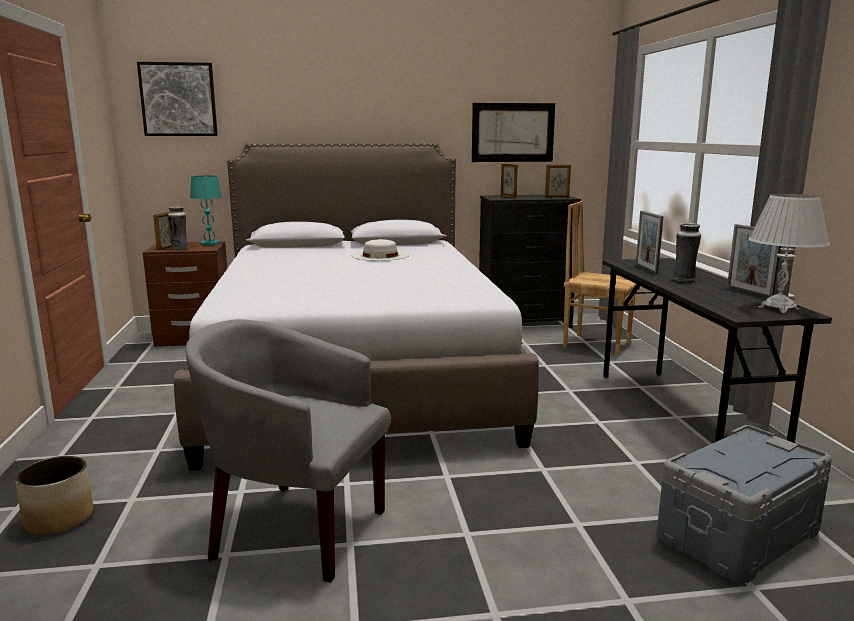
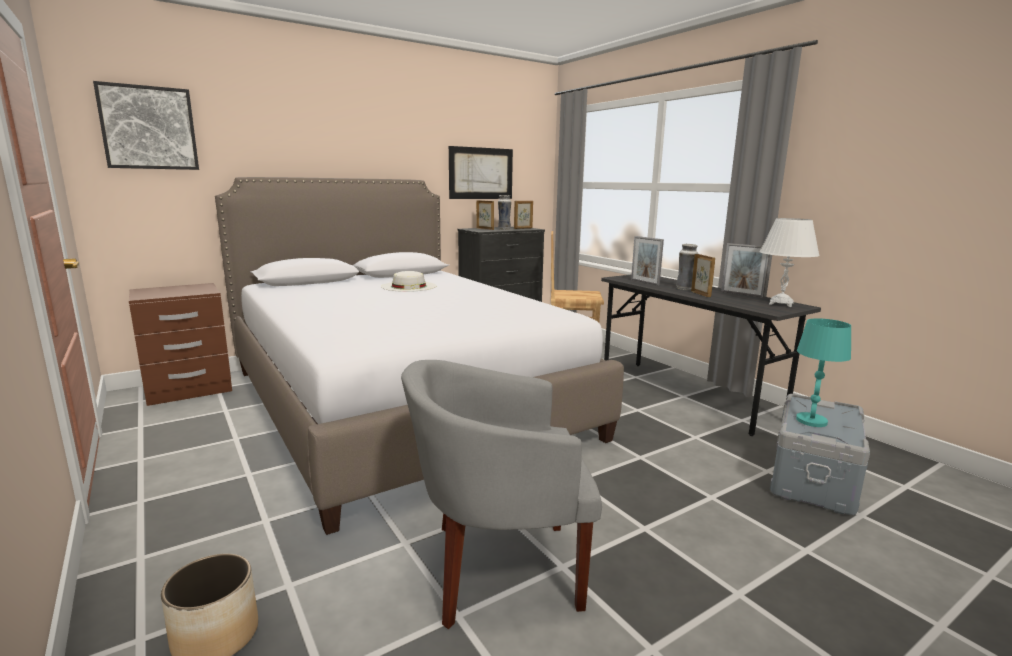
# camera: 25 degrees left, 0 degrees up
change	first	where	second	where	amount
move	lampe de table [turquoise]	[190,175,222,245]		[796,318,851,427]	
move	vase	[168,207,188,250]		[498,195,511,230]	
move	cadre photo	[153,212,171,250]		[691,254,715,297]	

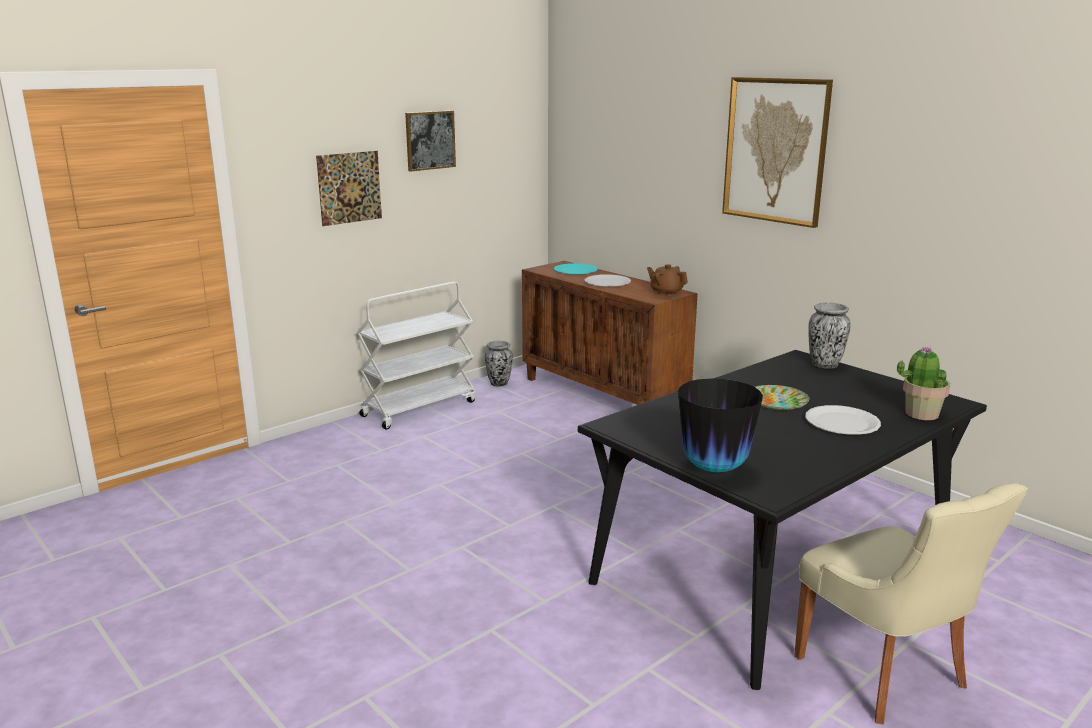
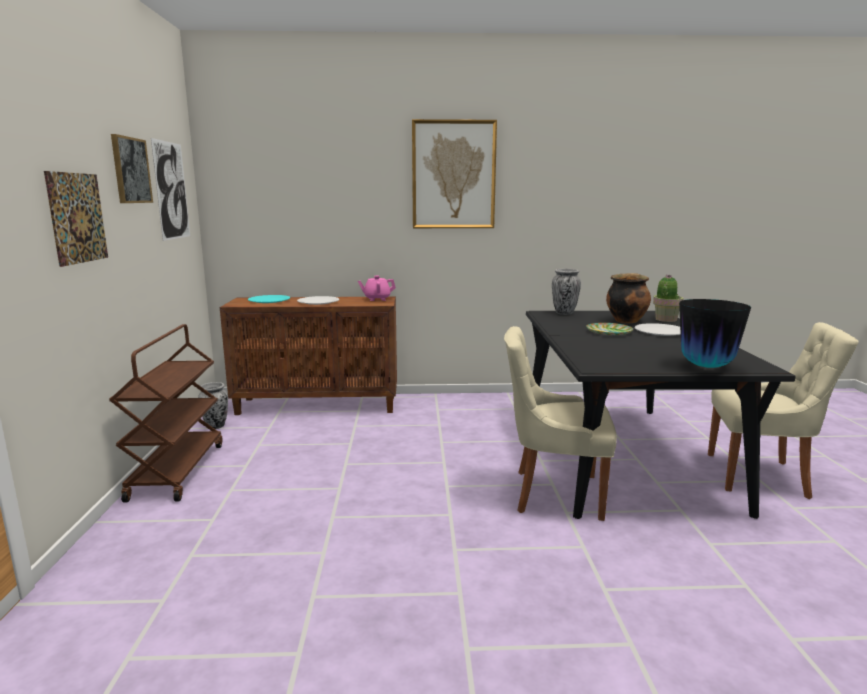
# camera: 50 degrees left, 5 degrees down
change	first	where	second	where	amount
recolor	théière [marron]	[647,264,688,296]	théière [rose]	[358,276,396,301]	
recolor	chariot [blanc]	[357,282,476,430]	chariot [marron]	[109,324,222,503]	
insert			tableau	[151,138,190,241]	
insert			marmite	[606,273,651,323]	
insert			chaise [beige]	[504,326,617,521]	

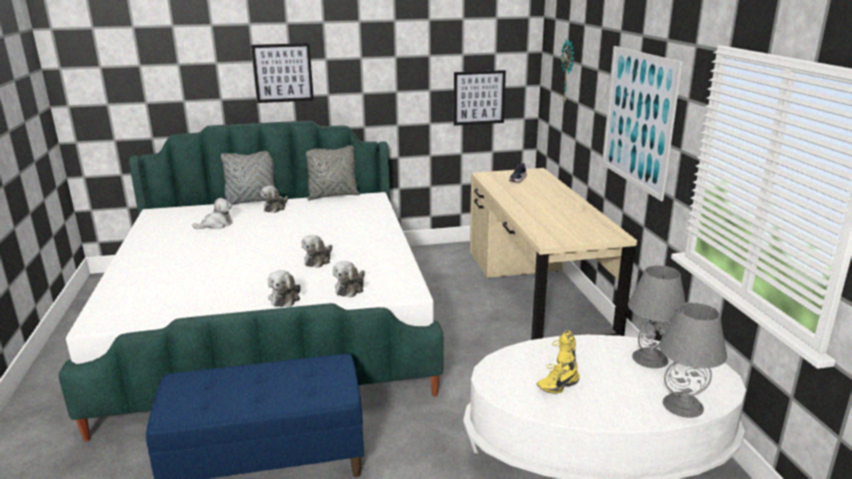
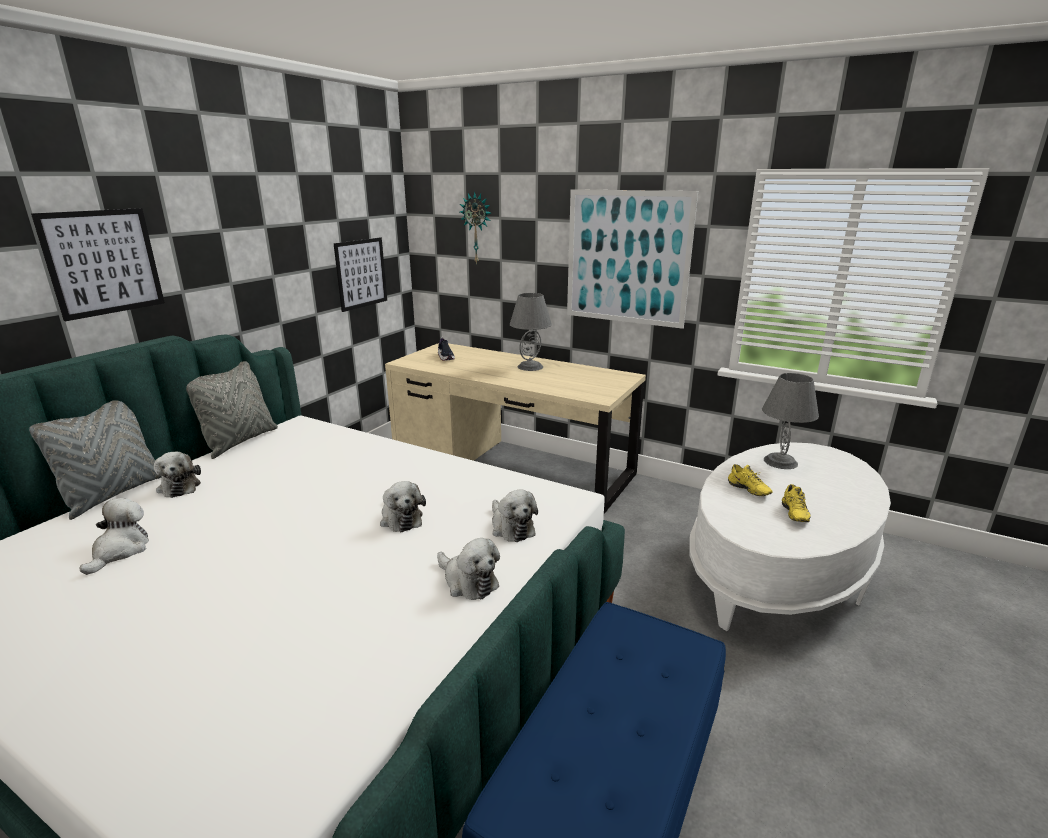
# camera: 50 degrees left, 0 degrees up
change	first	where	second	where	amount
move	lampe de table [gris]	[659,302,727,418]		[509,293,552,371]	

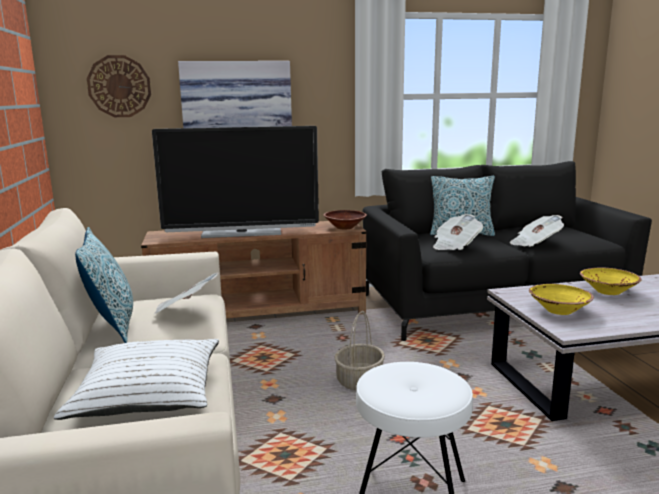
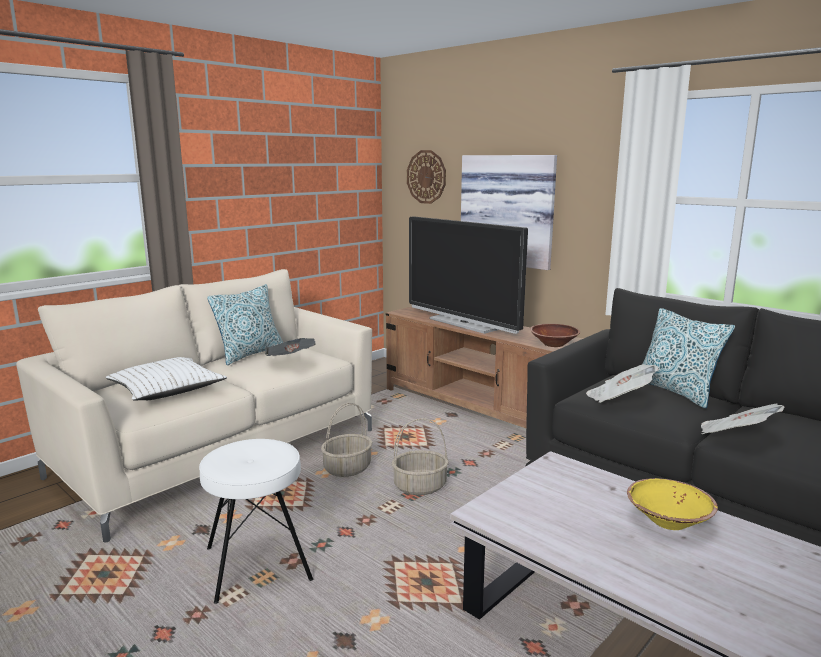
# camera: 55 degrees right, 0 degrees up
change	first	where	second	where	amount
delete	bol [jaune]	[529,284,594,315]			
insert			panier	[321,403,373,477]	

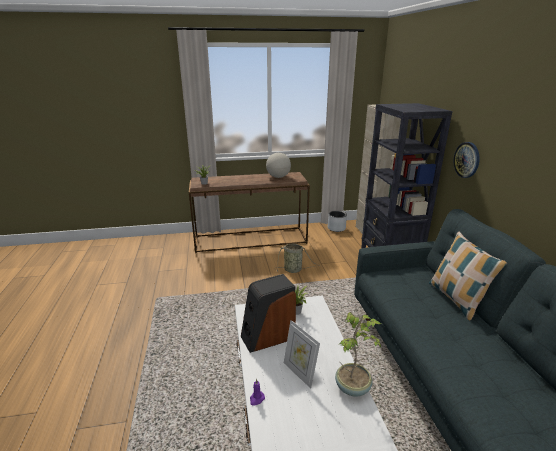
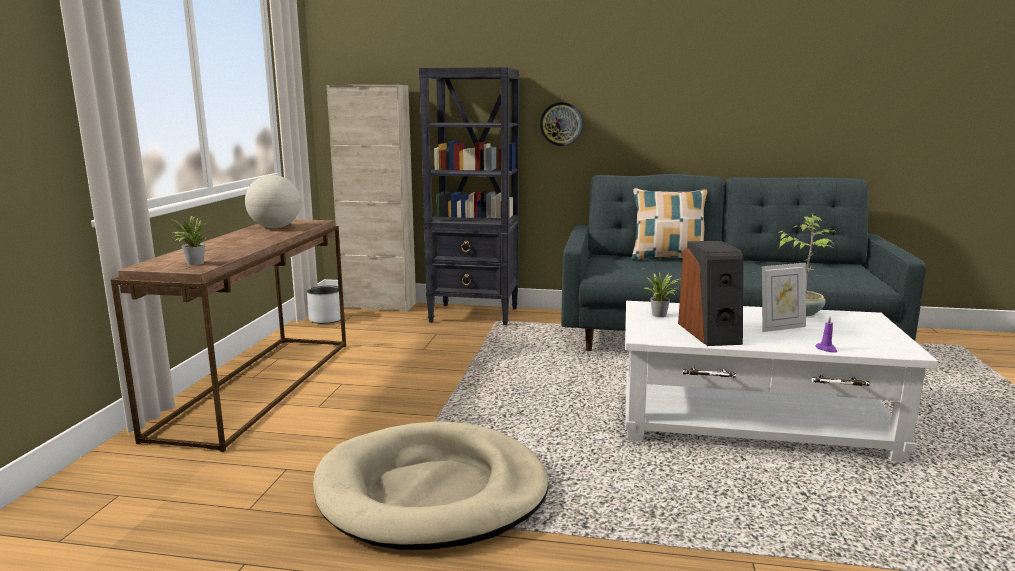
# camera: 70 degrees left, 10 degrees down
change	first	where	second	where	amount
delete	panier	[276,244,320,273]			
insert			panier pour chien [beige]	[313,421,549,550]	

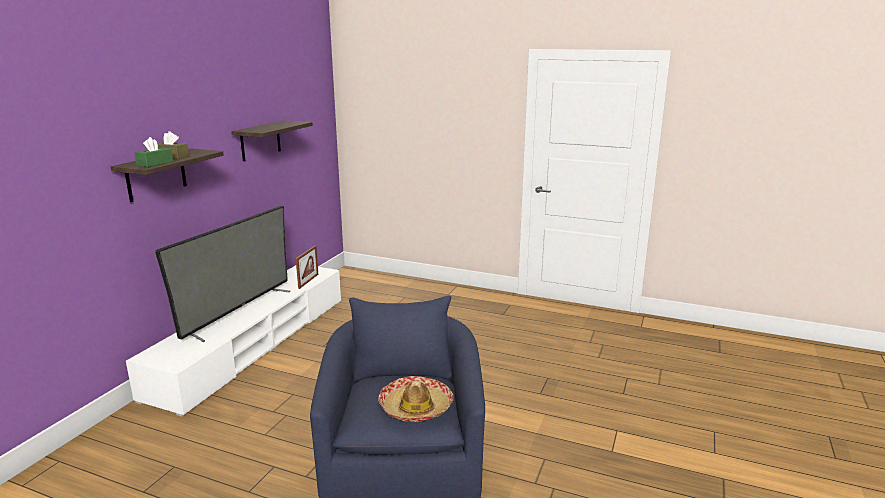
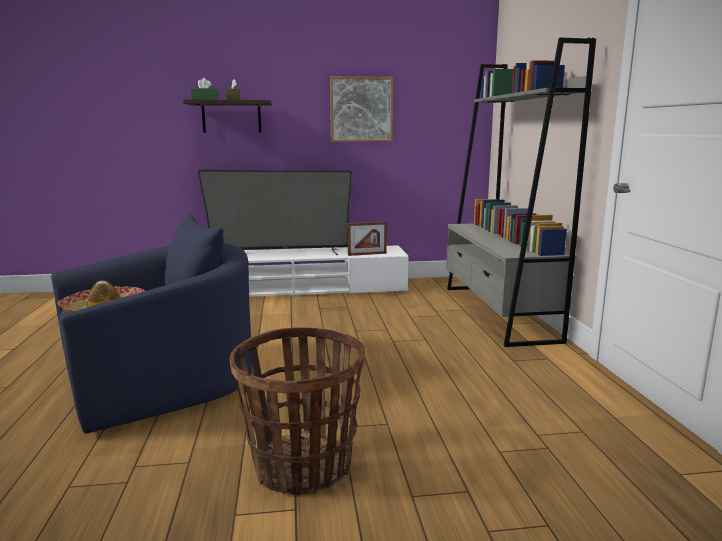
# camera: 60 degrees right, 5 degrees down
change	first	where	second	where	amount
replace	étagère	[231,120,313,161]	tableau	[330,76,393,142]	
insert			bibliothèque [gris]	[446,37,596,347]	
insert			panier	[229,327,366,495]	

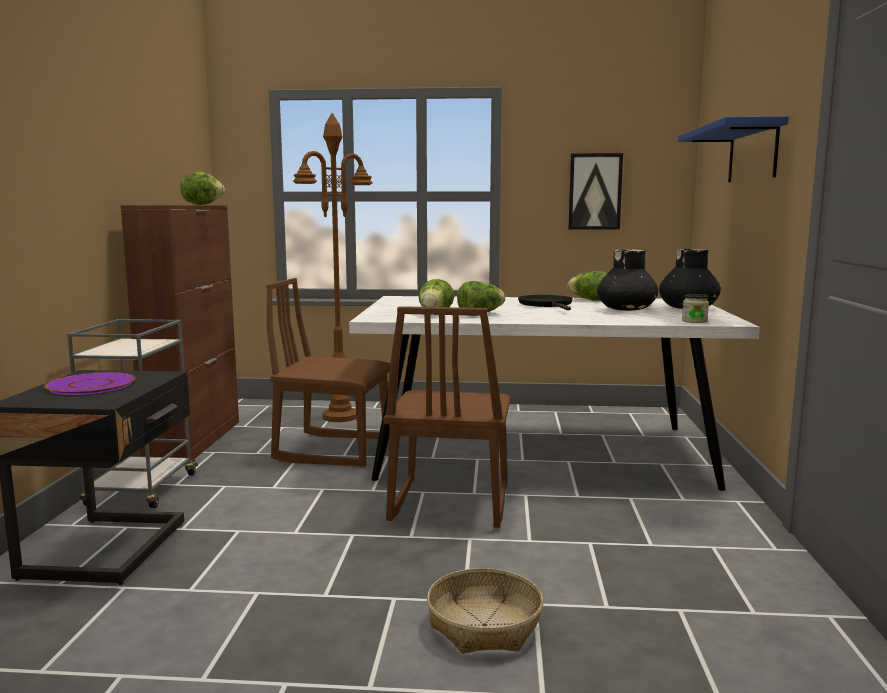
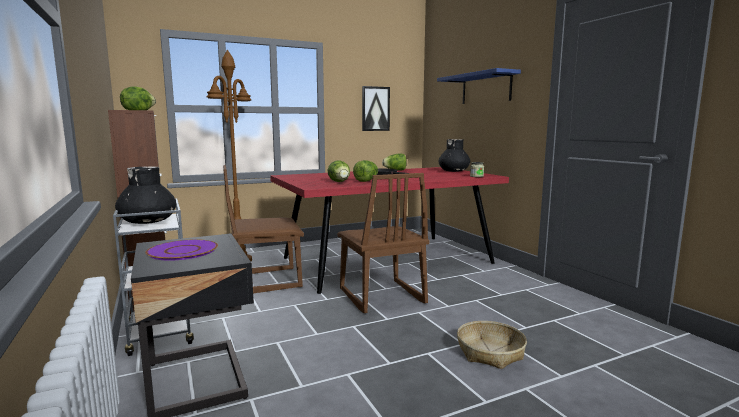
# camera: 30 degrees left, 0 degrees up
change	first	where	second	where	amount
move	vase [noir]	[597,249,658,311]		[115,166,176,224]	
recolor	table à manger [blanc]	[349,296,760,491]	table à manger [rouge]	[270,167,509,294]	

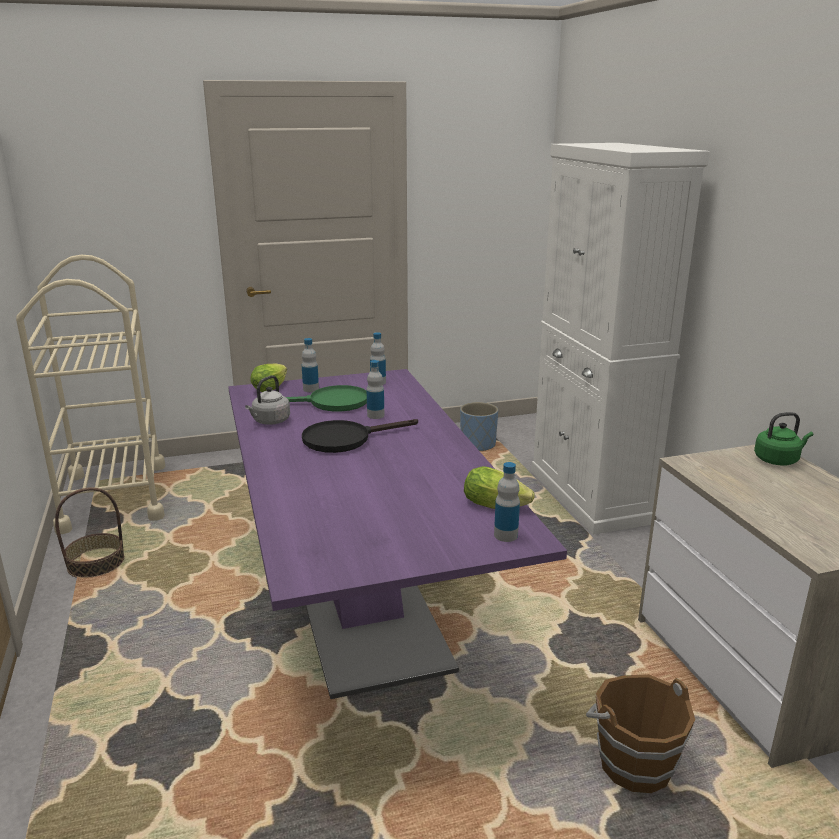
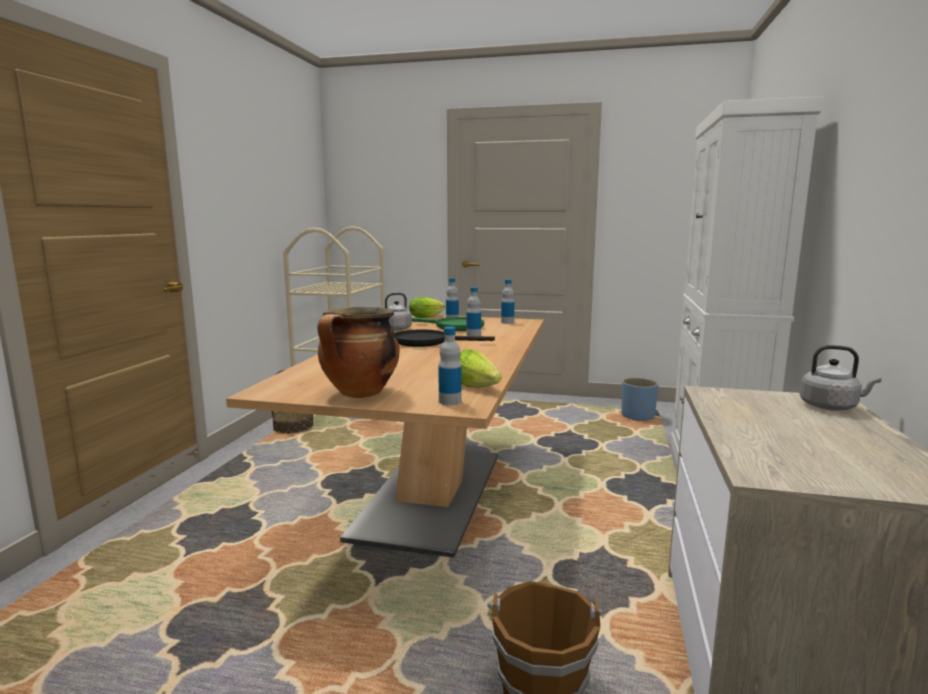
# camera: 30 degrees right, 10 degrees down
change	first	where	second	where	amount
recolor	table à manger [violet]	[228,369,567,699]	table à manger [beige]	[226,314,544,558]	
recolor	bouilloire [vert]	[754,412,813,466]	bouilloire [gris]	[800,345,882,410]	
insert			marmite	[318,307,399,398]	

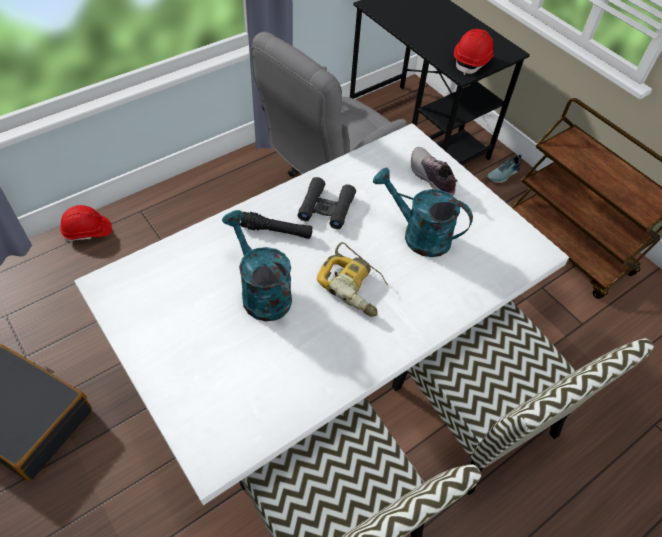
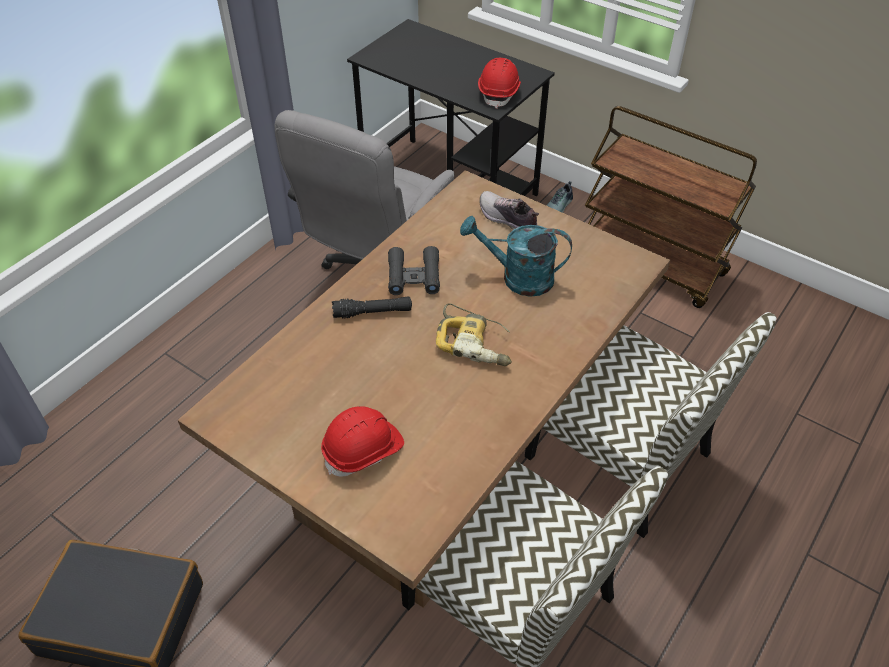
# camera: 15 degrees left, 5 degrees down
change	first	where	second	where	amount
recolor	table à manger [blanc]	[74,123,569,505]	table à manger [marron]	[178,170,670,608]	
move	casque de chantier [rouge]	[60,205,112,241]		[321,406,404,477]	
delete	arrosoir [turquoise]	[222,210,292,321]			

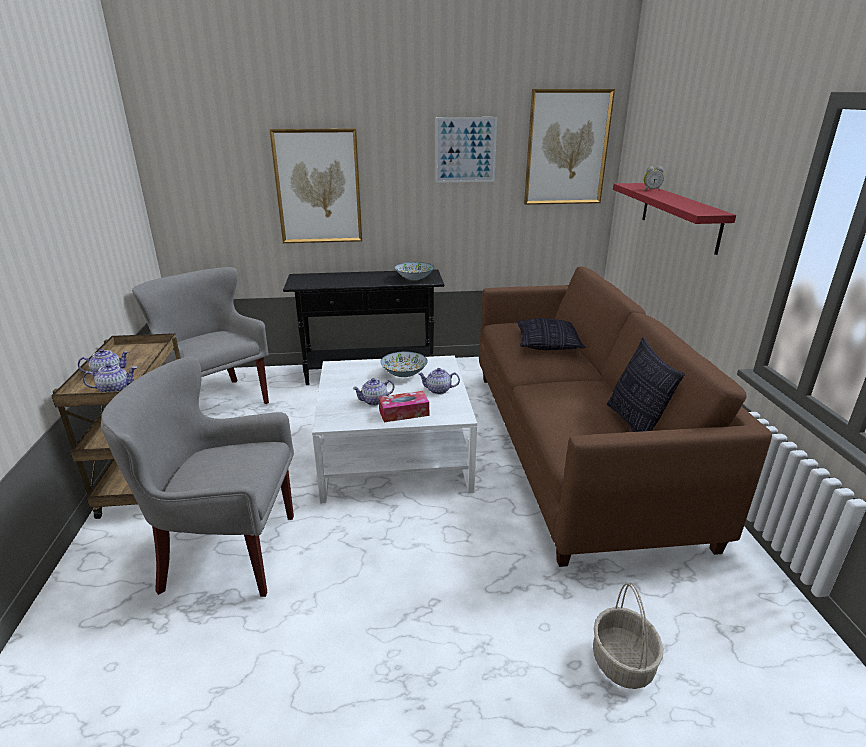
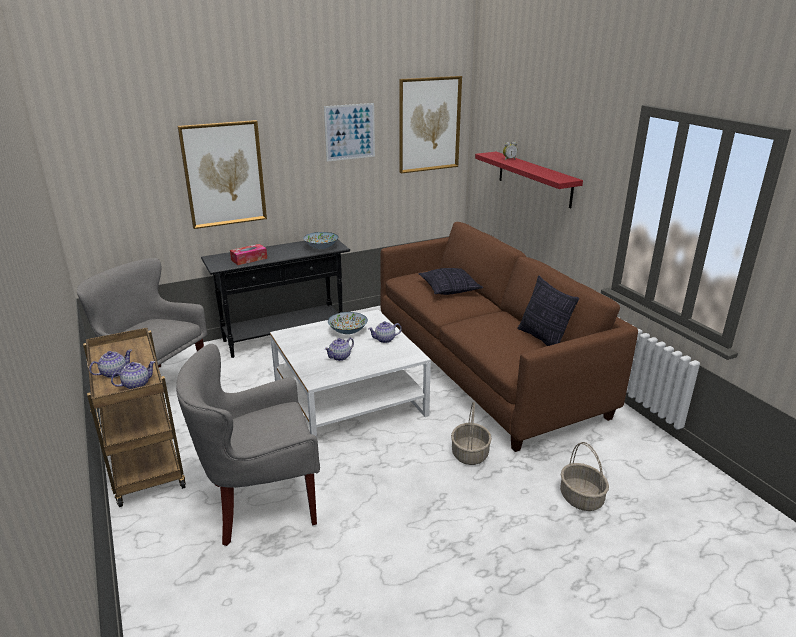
# camera: 20 degrees left, 0 degrees up
change	first	where	second	where	amount
move	boîte à mouchoirs	[379,391,429,422]		[230,244,267,265]	
insert			panier	[451,402,492,465]	

